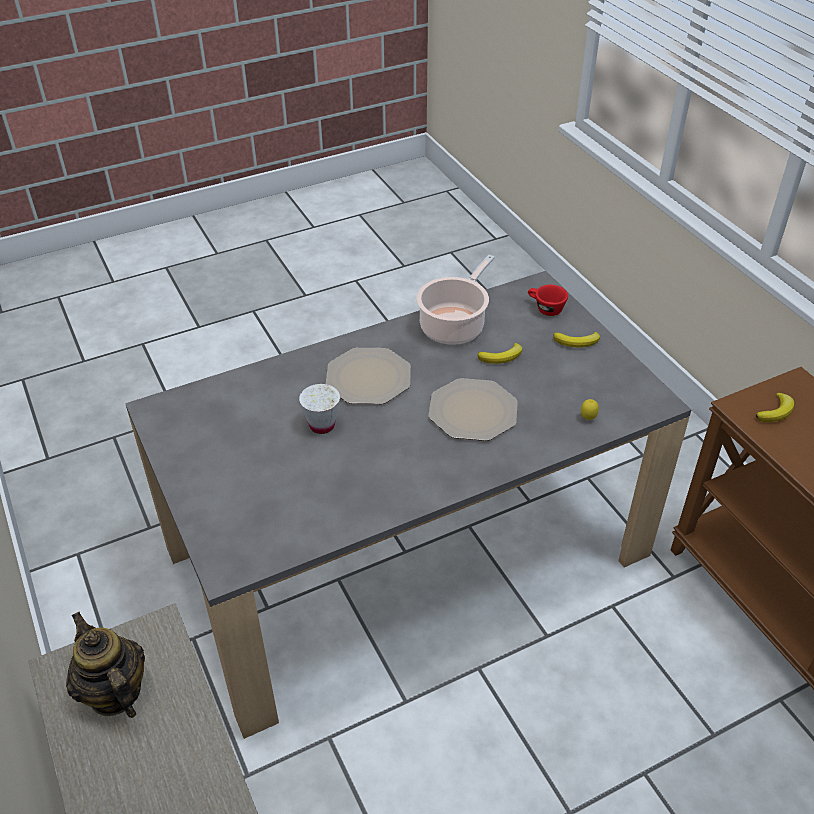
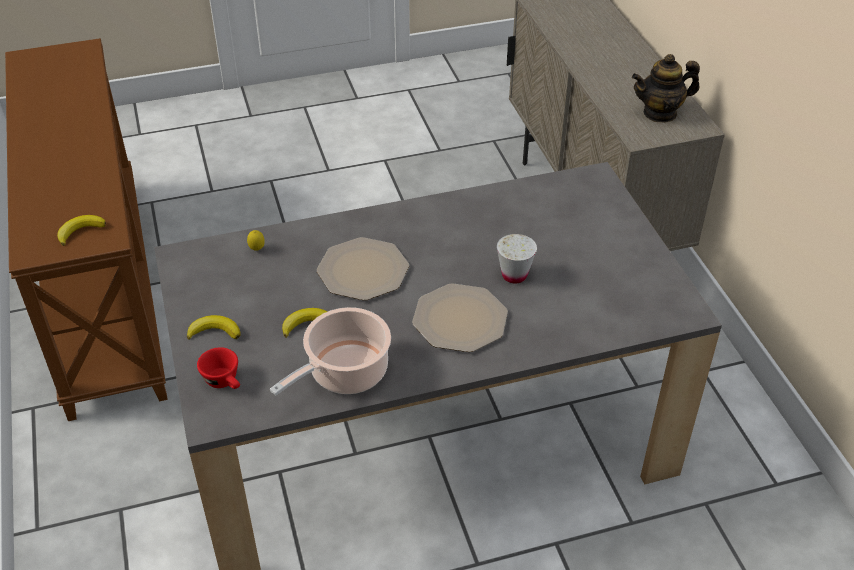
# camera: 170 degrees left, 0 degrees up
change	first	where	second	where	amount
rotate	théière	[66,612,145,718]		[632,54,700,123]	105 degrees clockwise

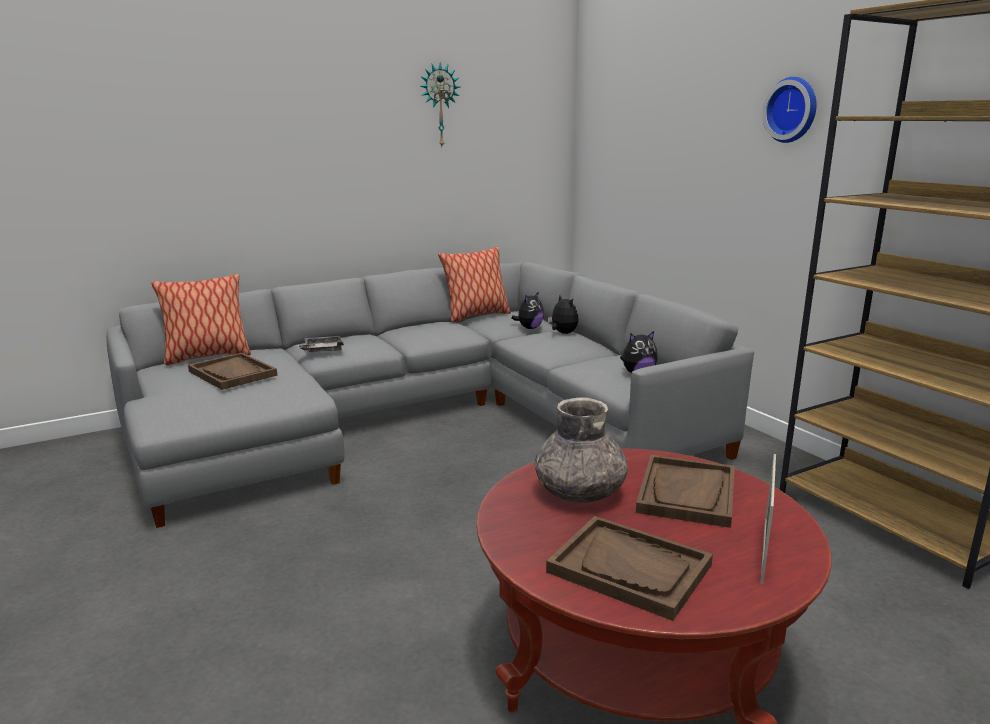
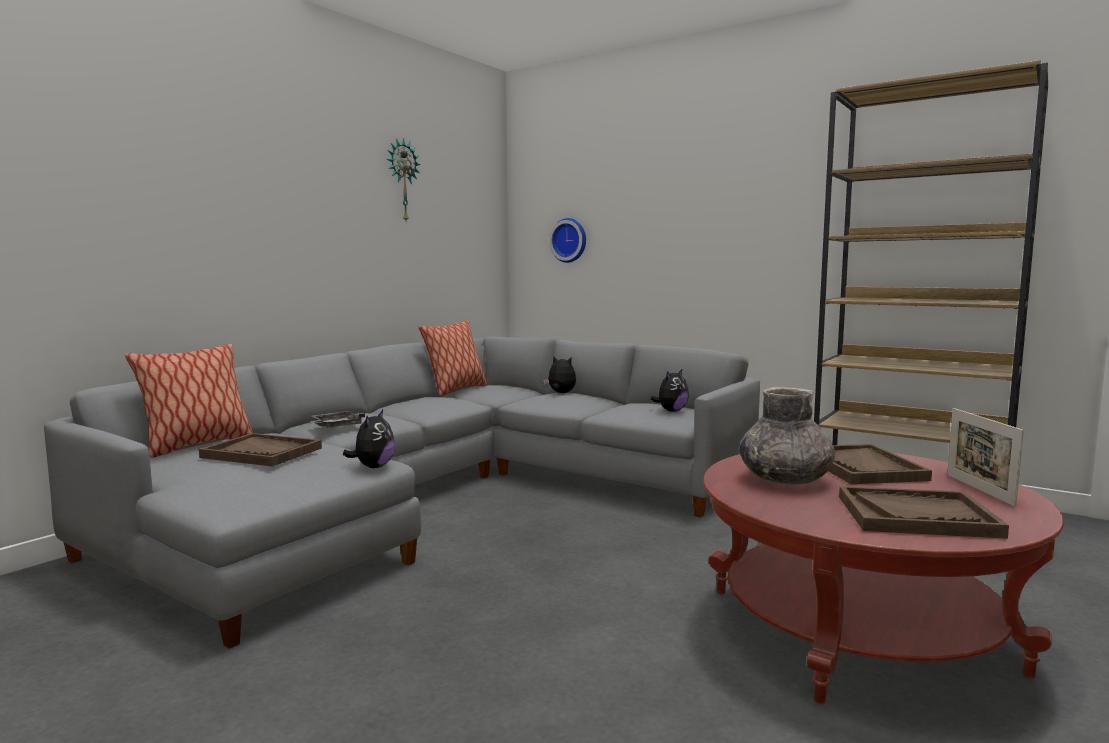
# camera: 25 degrees left, 10 degrees down
change	first	where	second	where	amount
move	horloge murale	[762,77,816,143]		[549,218,586,263]	
move	peluche	[512,291,544,329]		[343,410,395,468]	

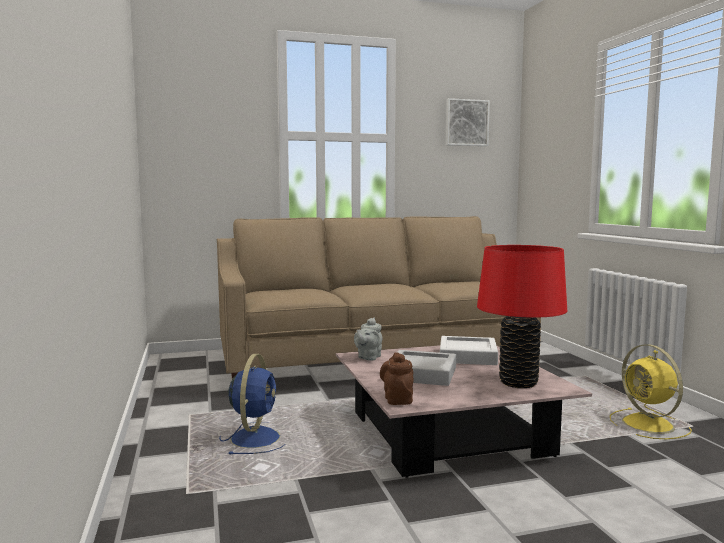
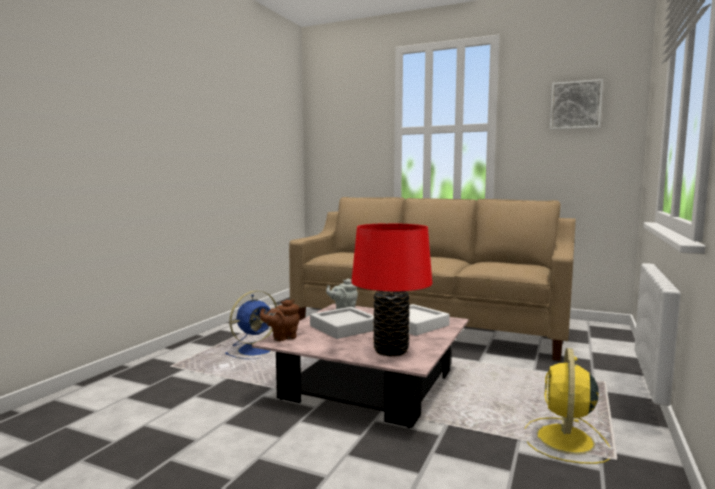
# camera: 40 degrees right, 0 degrees up
change	first	where	second	where	amount
rotate	théière [marron]	[380,353,413,405]		[260,299,300,341]	150 degrees counterclockwise

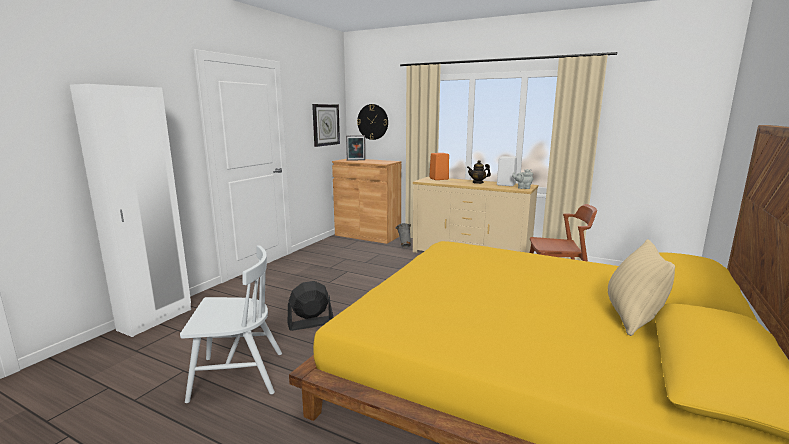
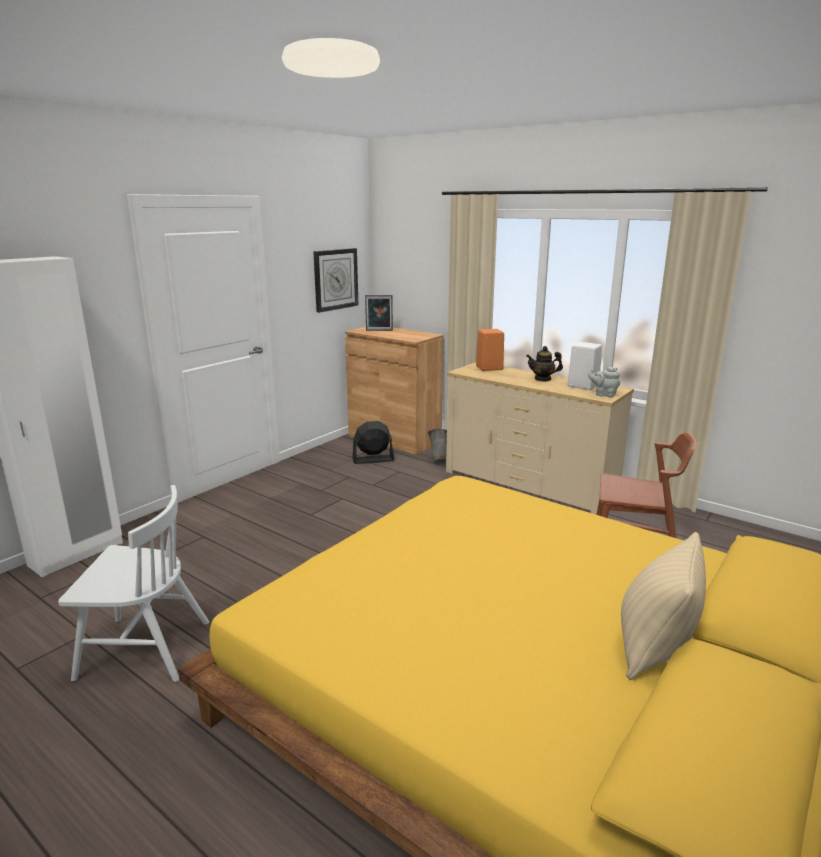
# camera: 10 degrees right, 5 degrees up
change	first	where	second	where	amount
delete	horloge murale	[357,104,388,140]			
move	ventilateur [noir]	[287,281,334,331]		[352,421,395,464]	

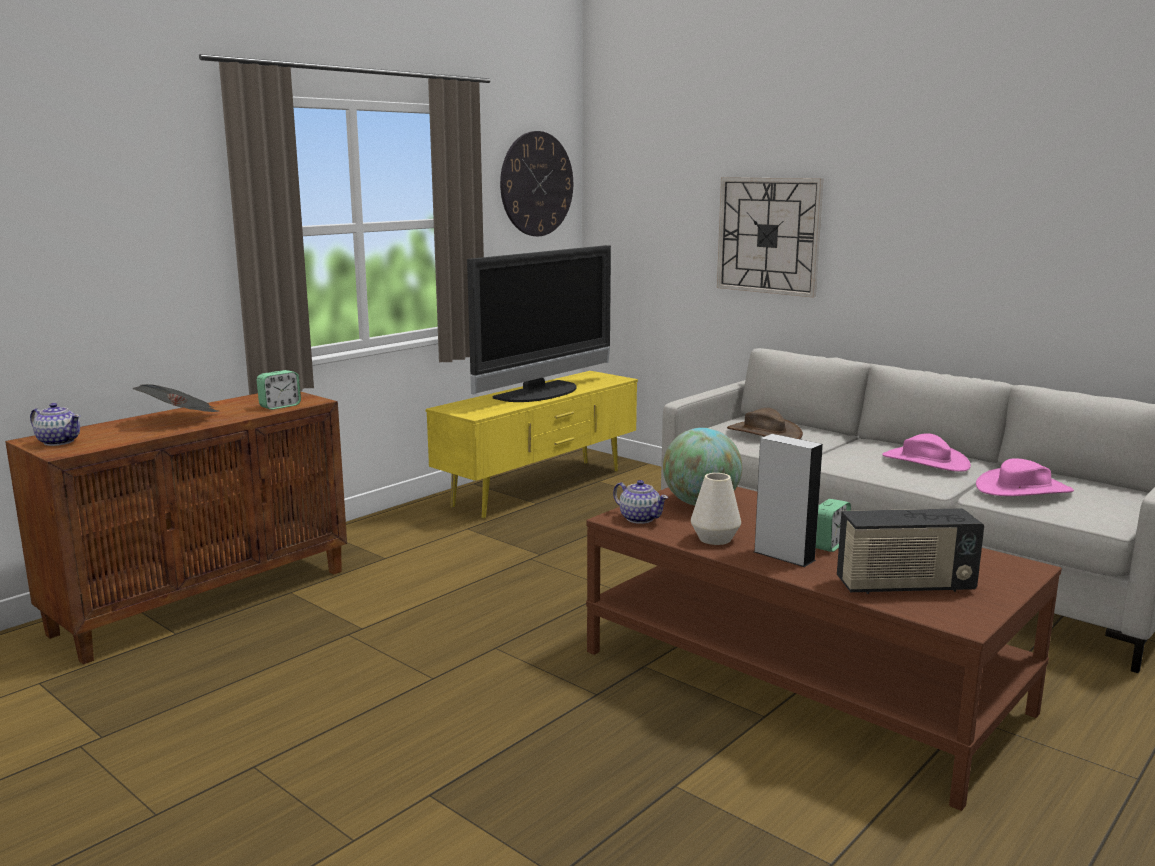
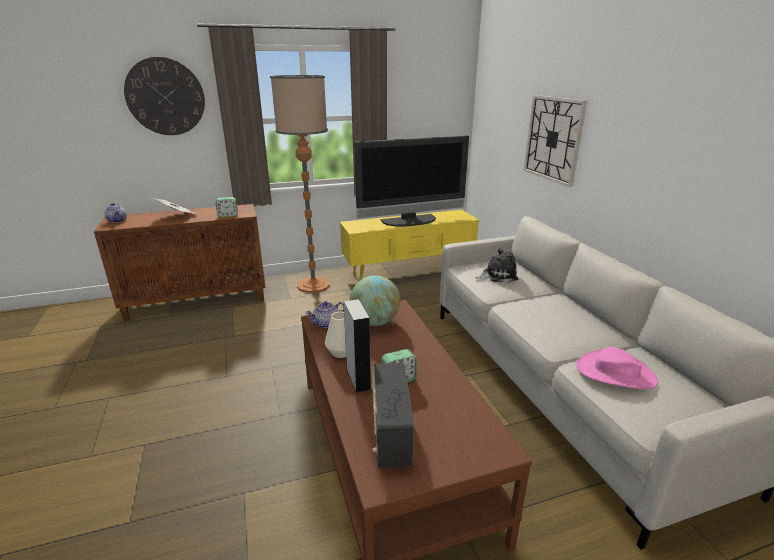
# camera: 30 degrees right, 10 degrees up
change	first	where	second	where	amount
move	horloge murale	[500,131,573,236]		[124,57,205,135]	
replace	chapeau [marron]	[727,408,803,439]	peluche	[476,248,518,283]	
delete	chapeau [rose]	[882,433,971,472]			
rotate	théière	[613,480,668,524]		[306,301,344,328]	75 degrees clockwise
rotate	radio	[837,508,984,594]		[372,363,414,469]	60 degrees clockwise
insert			lampadaire	[270,75,330,293]	

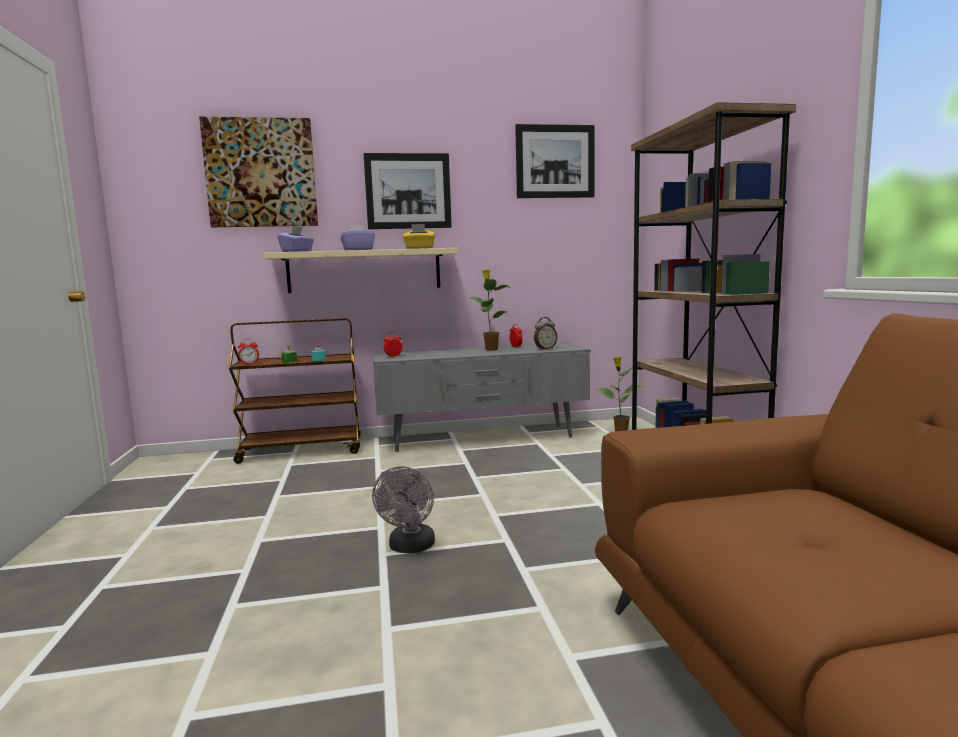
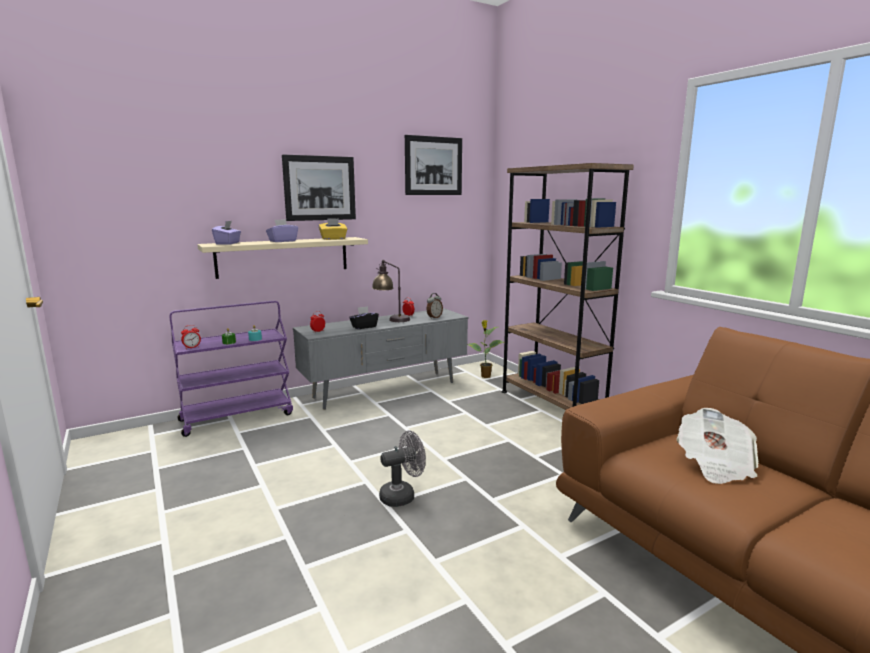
# camera: 20 degrees left, 5 degrees up
change	first	where	second	where	amount
delete	tableau	[199,117,318,227]			
replace	plante en pot	[470,270,509,351]	lampe de table	[372,260,410,322]	
recolor	chariot [marron]	[229,318,361,464]	chariot [violet]	[170,301,293,437]	
rotate	ventilateur [gris]	[372,466,435,553]		[379,431,426,507]	105 degrees counterclockwise
insert			boîte à mouchoirs [noir]	[349,306,379,329]	
insert			journal	[676,408,758,484]	

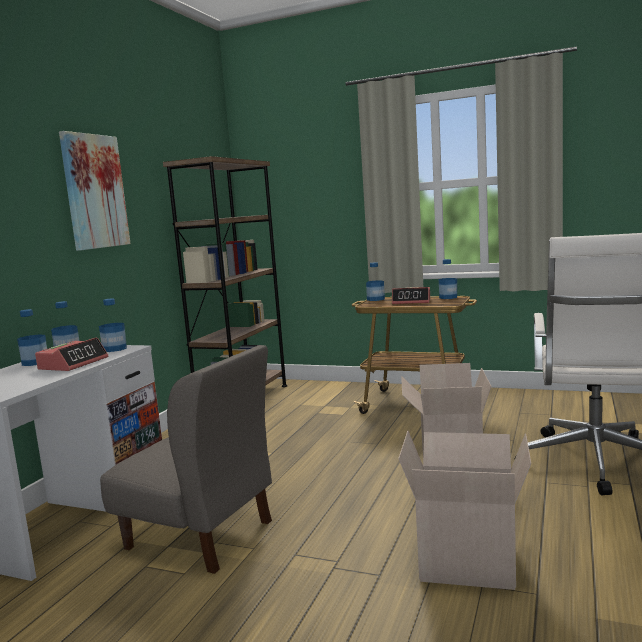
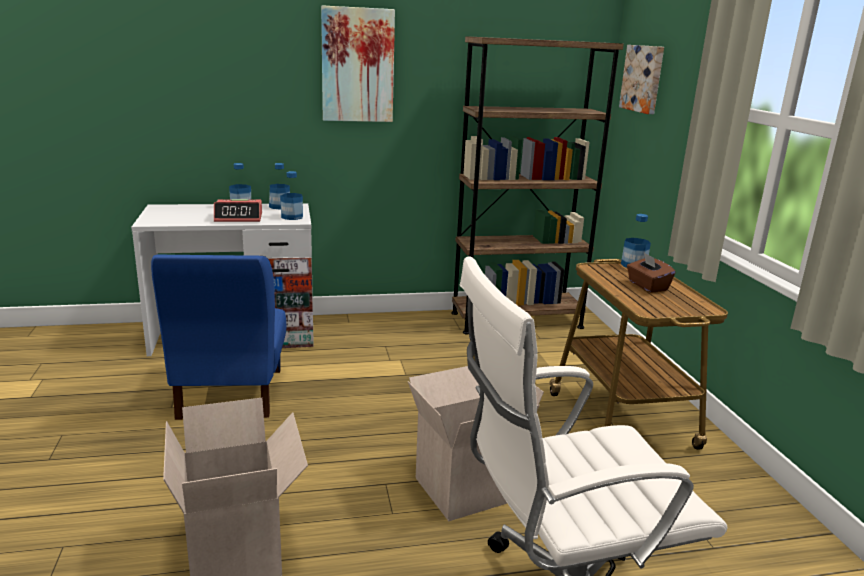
# camera: 55 degrees right, 10 degrees up
change	first	where	second	where	amount
delete	bouteille	[439,259,457,299]			
replace	réveil	[392,287,430,304]	boîte à mouchoirs [marron]	[627,253,675,293]	
recolor	chaise [gris]	[100,345,272,574]	chaise [bleu]	[151,255,287,420]	
insert			tableau	[619,45,664,114]	

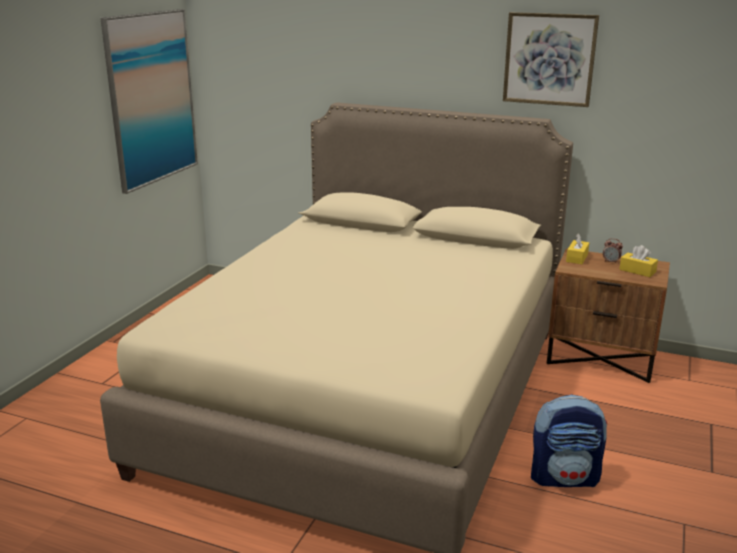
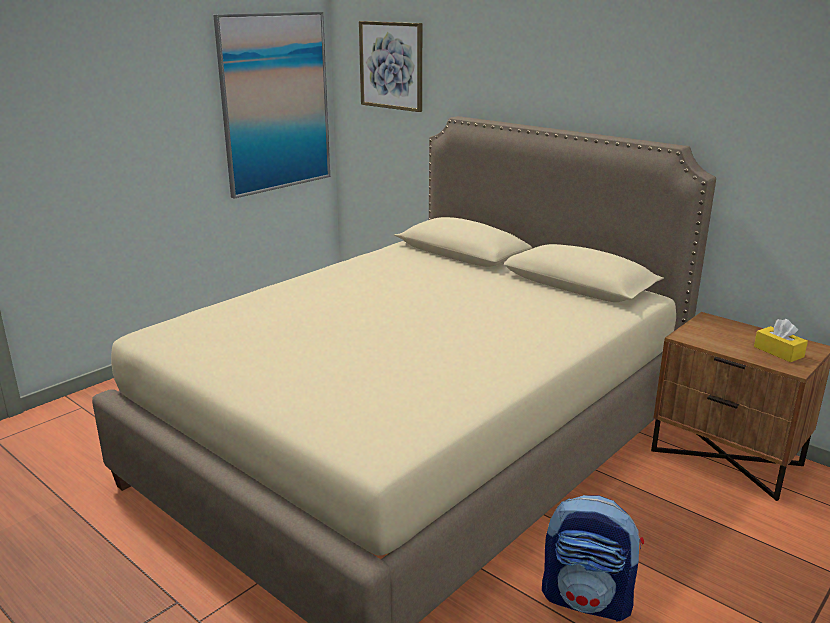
# camera: 20 degrees right, 0 degrees up
change	first	where	second	where	amount
move	tableau	[503,12,599,107]		[359,21,422,112]	
delete	boîte à mouchoirs [jaune]	[566,233,589,264]			
delete	réveil	[603,238,623,264]			

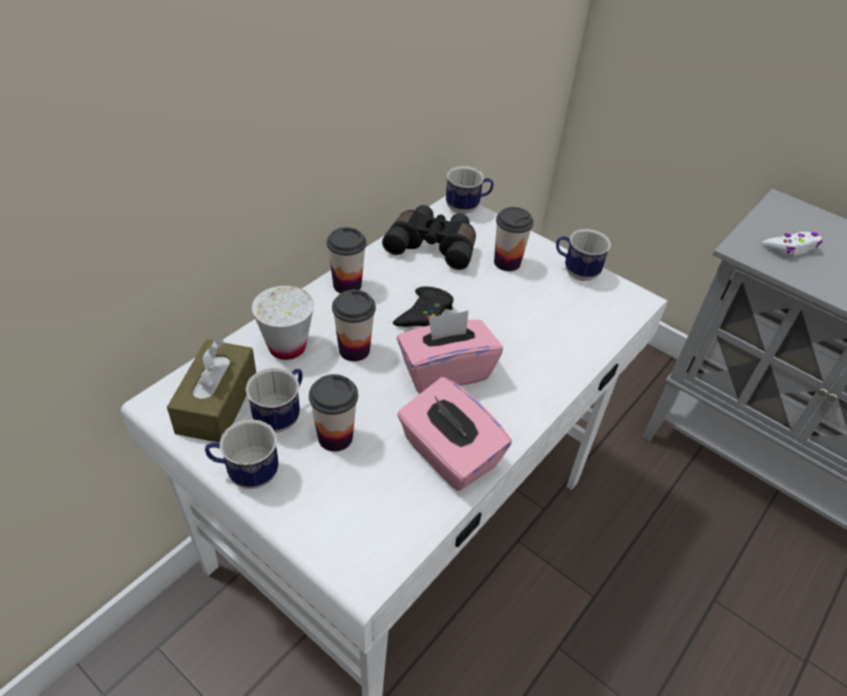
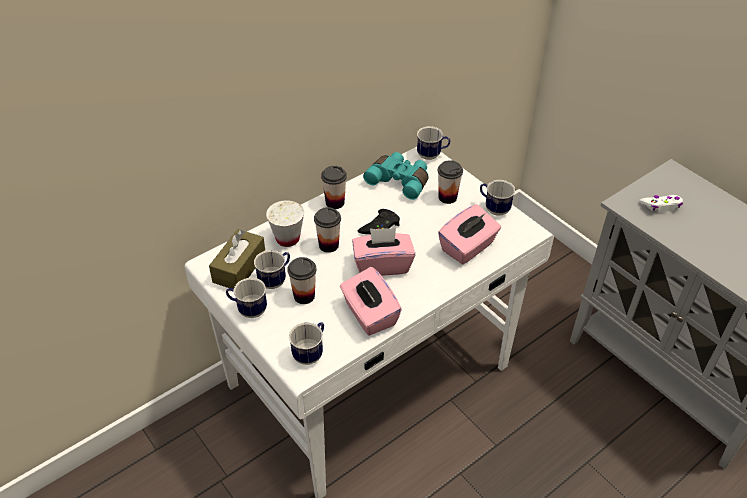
# camera: 15 degrees right, 0 degrees up
change	first	where	second	where	amount
recolor	jumelles [noir]	[382,205,476,270]	jumelles [turquoise]	[363,152,428,200]	
insert			boîte à mouchoirs [rose]	[438,204,501,264]	
insert			mug	[289,322,324,365]	

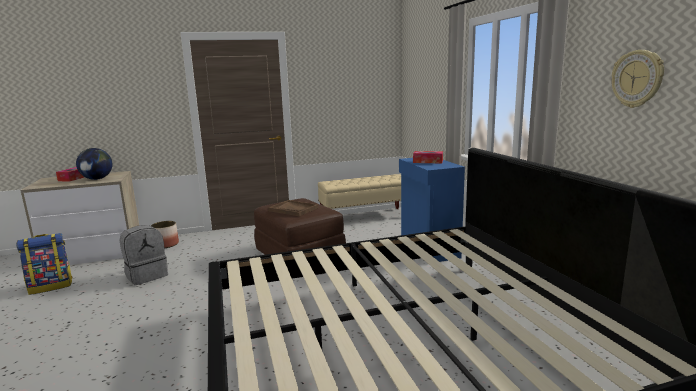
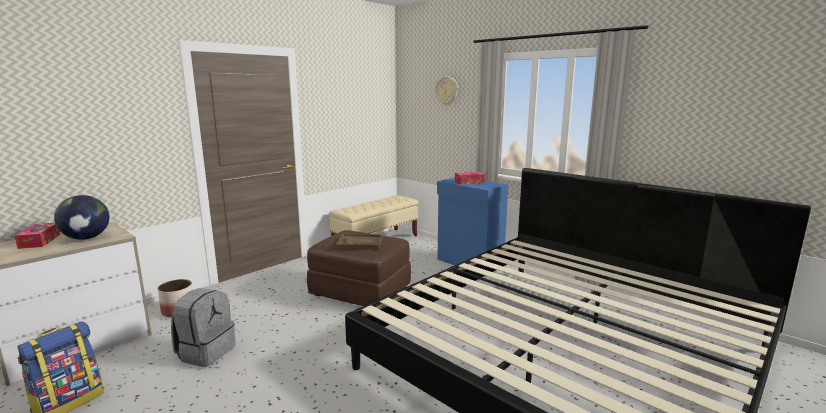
# camera: 30 degrees left, 0 degrees up
change	first	where	second	where	amount
move	horloge murale	[612,50,664,108]		[436,77,458,105]	

